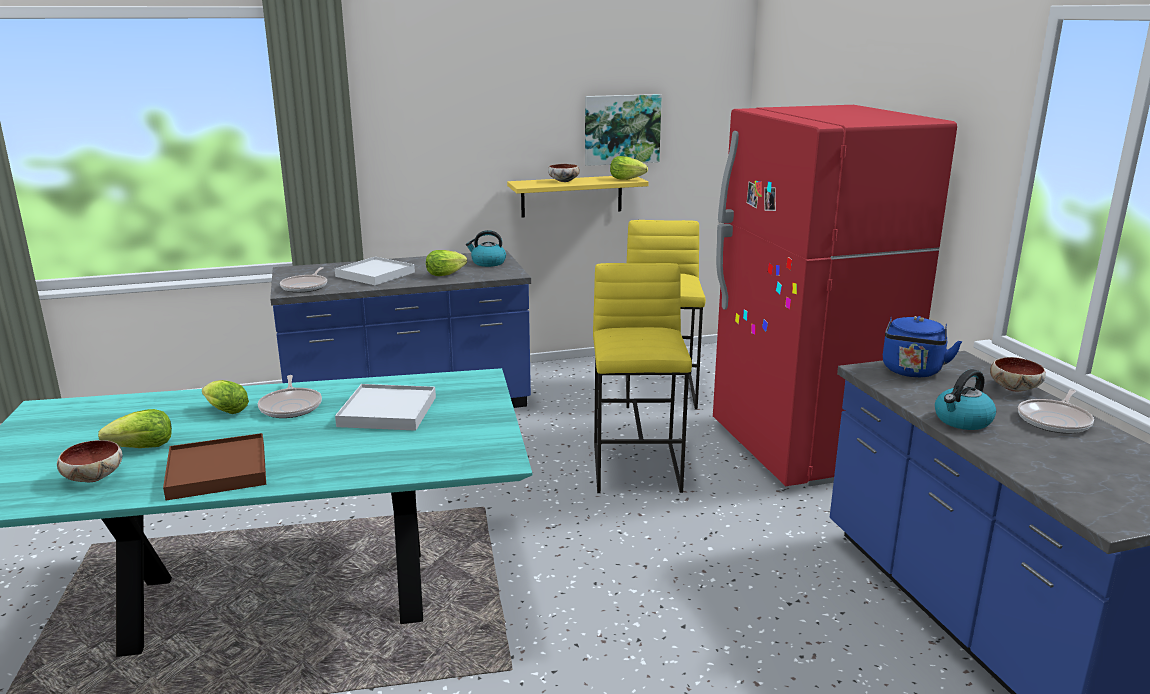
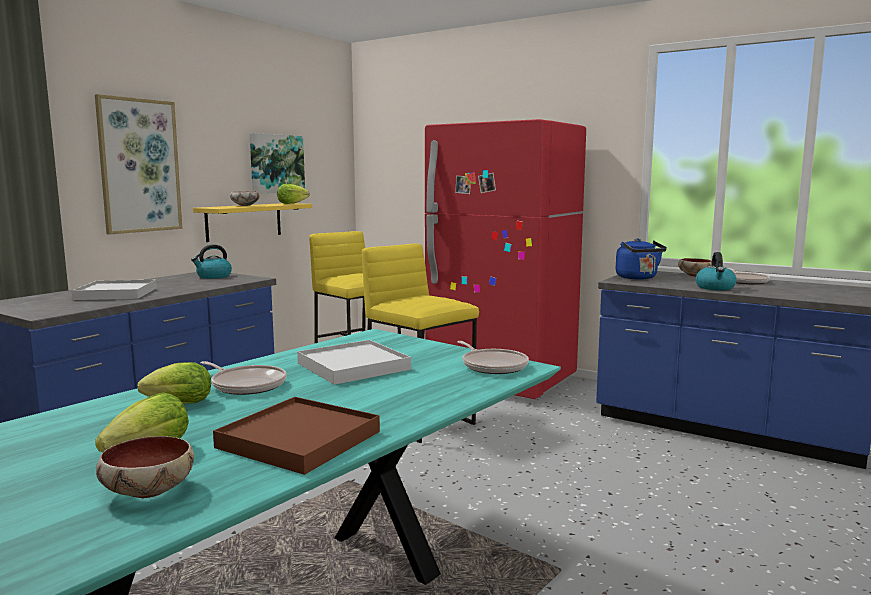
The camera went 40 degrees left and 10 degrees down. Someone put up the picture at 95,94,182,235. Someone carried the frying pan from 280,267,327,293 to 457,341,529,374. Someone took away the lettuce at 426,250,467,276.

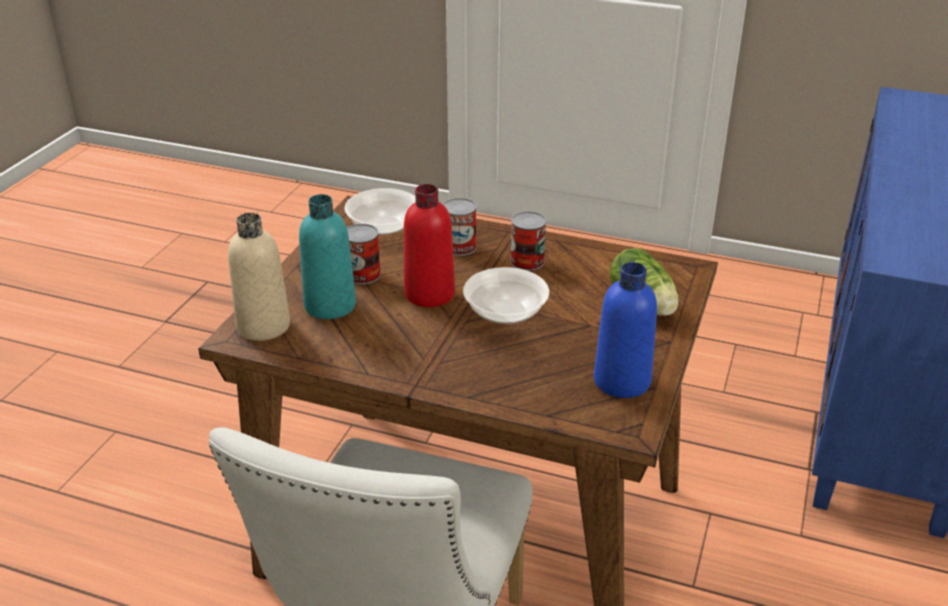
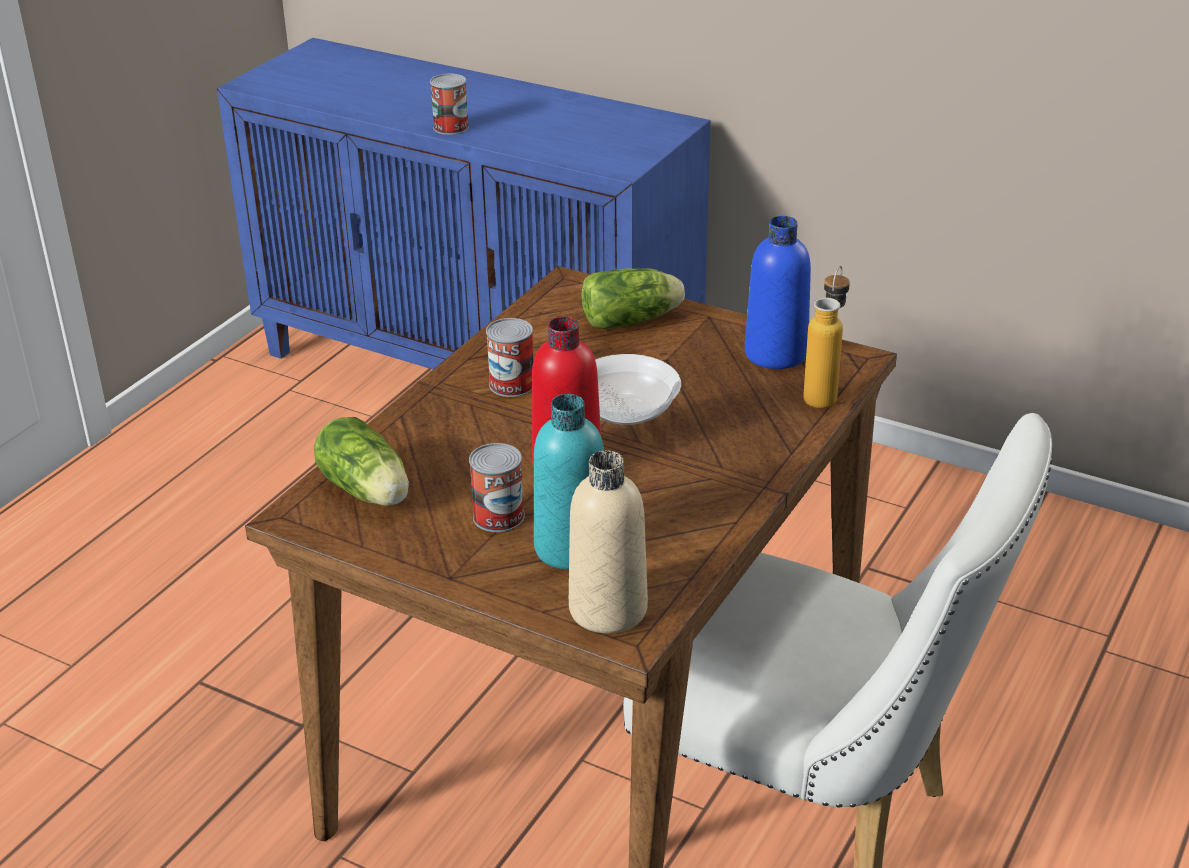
The camera went 80 degrees left and 0 degrees up. Someone swapped the bowl at 345,188,416,235 for the lettuce at 314,417,409,506. Someone carried the can from 443,198,477,256 to 430,73,469,135. Someone put down the bottle at 803,265,850,408.

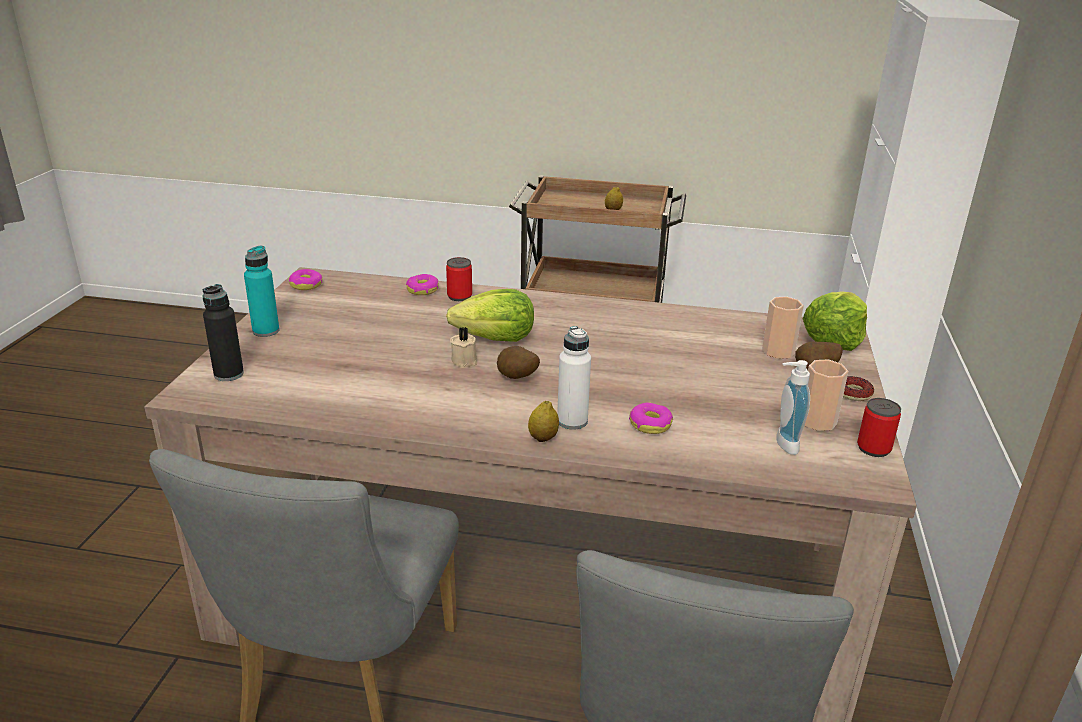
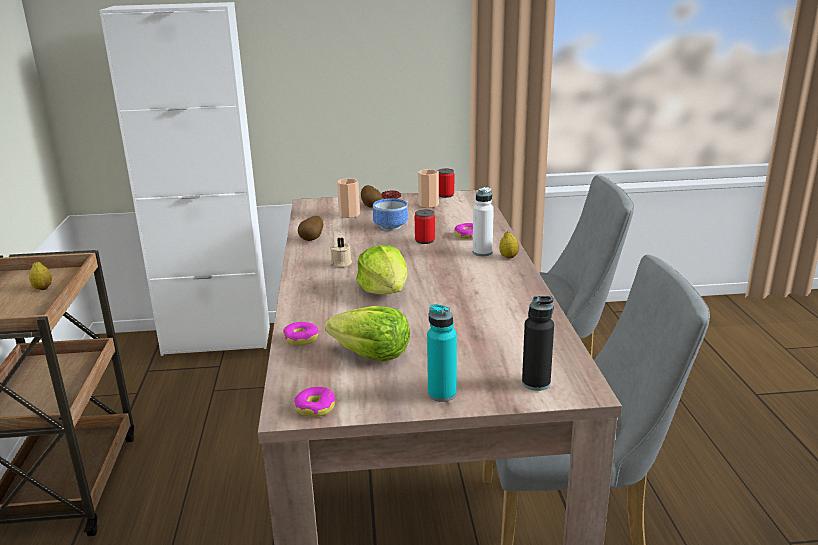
The camera went 105 degrees left and 5 degrees down. Someone carried the potato from 497,346,540,379 to 298,216,323,241. Someone carried the lettuce from 803,291,867,351 to 325,306,410,362. Someone carried the candle (beige) from 450,327,477,368 to 330,237,352,267. Someone put down the bowl at 373,199,408,231. Someone carried the can from 446,257,472,301 to 415,209,435,244. Someone took away the soap dispenser at 776,360,810,455.

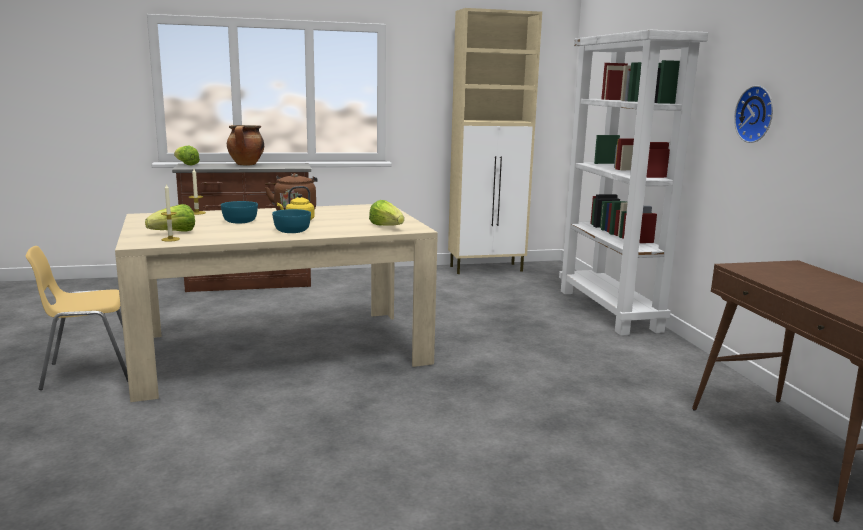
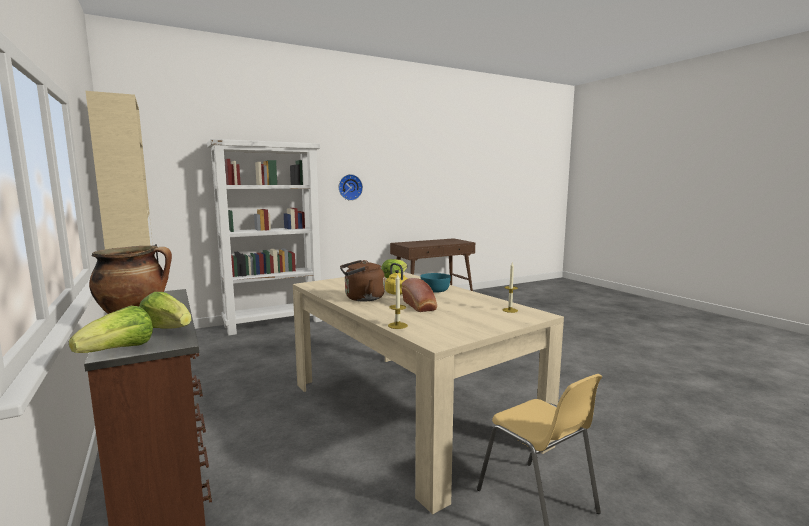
The camera went 105 degrees left and 5 degrees down. Someone carried the lettuce from 145,204,195,232 to 139,292,192,329. Someone swapped the bowl (turquoise) at 221,201,258,224 for the bread at 402,278,437,312.

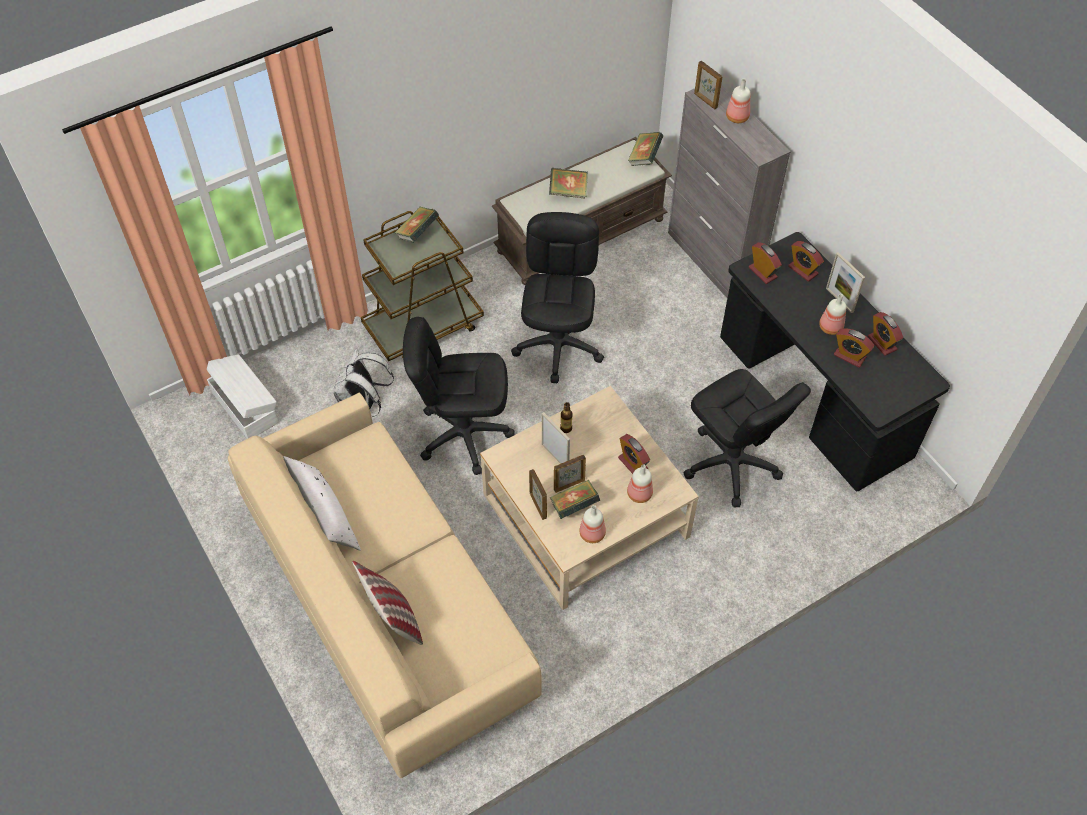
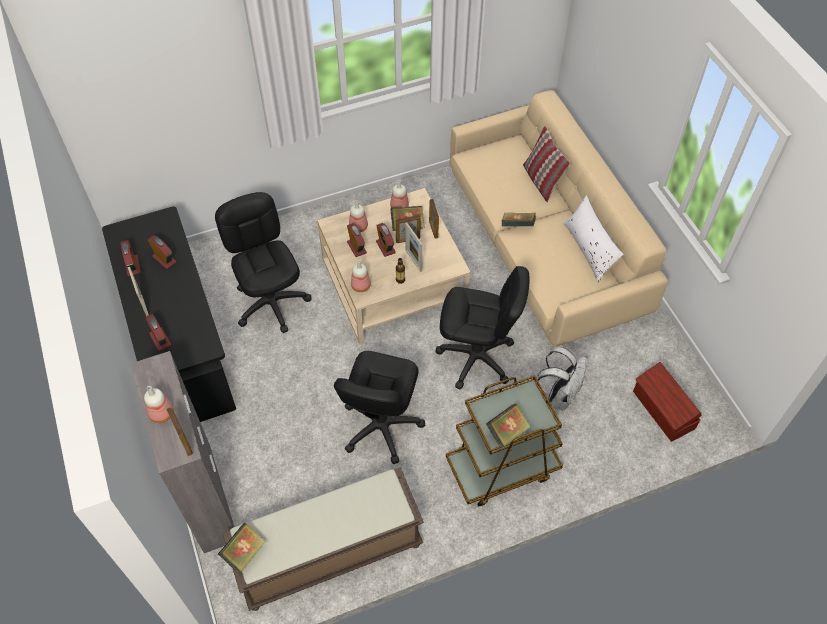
The camera went 170 degrees left and 0 degrees up. Someone carried the bottle from 819,294,846,335 to 351,260,371,292. Someone carried the alarm clock from 749,242,782,284 to 376,223,396,257. Someone carried the book from 549,168,588,199 to 502,213,536,226. Someone repainted the storage box (white) at 207,354,278,439, which became the storage box (brown) at 633,362,702,442.

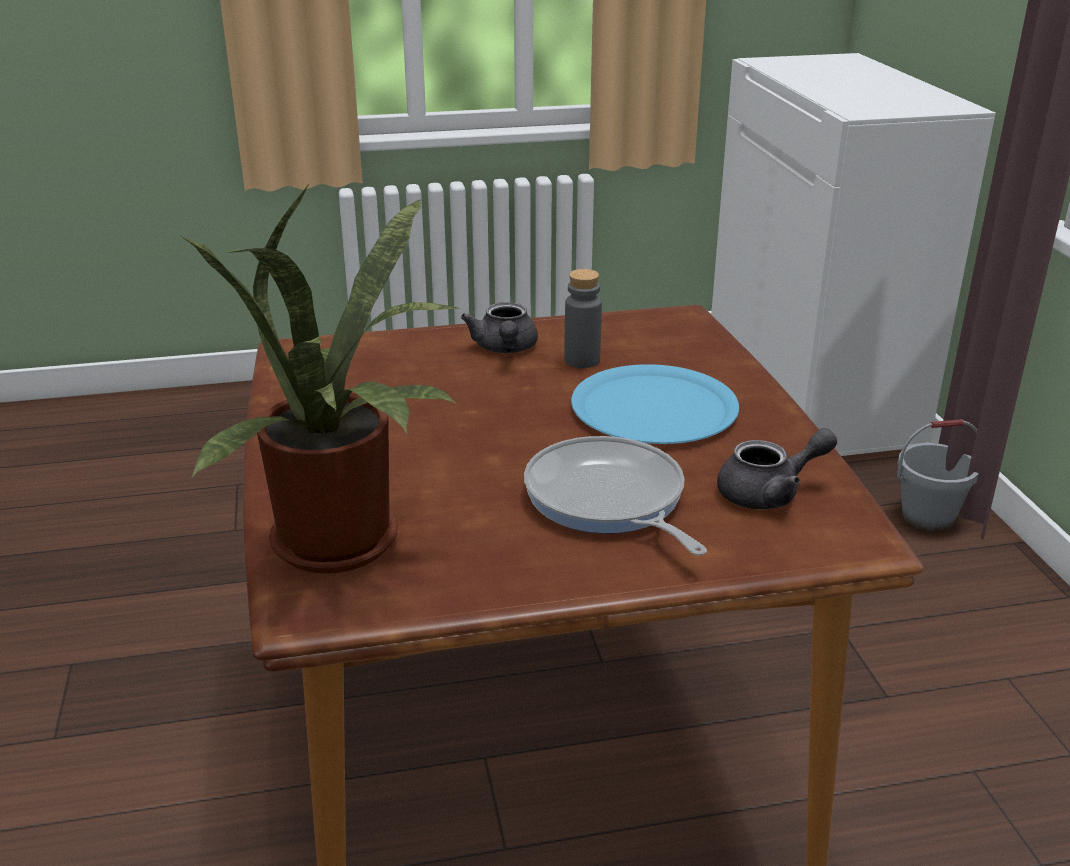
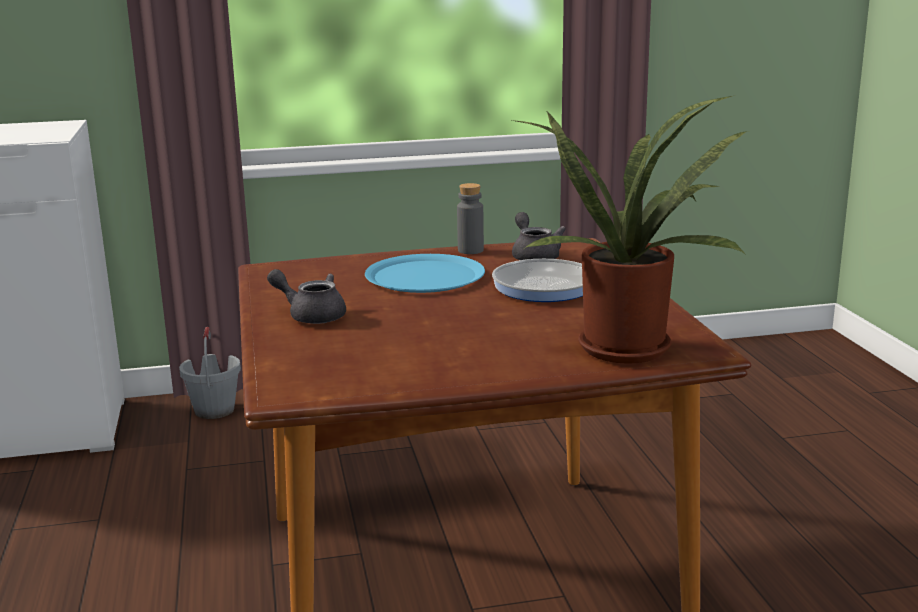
The camera went 90 degrees left and 10 degrees down. Someone rotated the teapot (grey) at 461,302,538,353 by 150 degrees counterclockwise. Someone carried the bottle (grey) from 564,269,602,368 to 457,183,484,254.

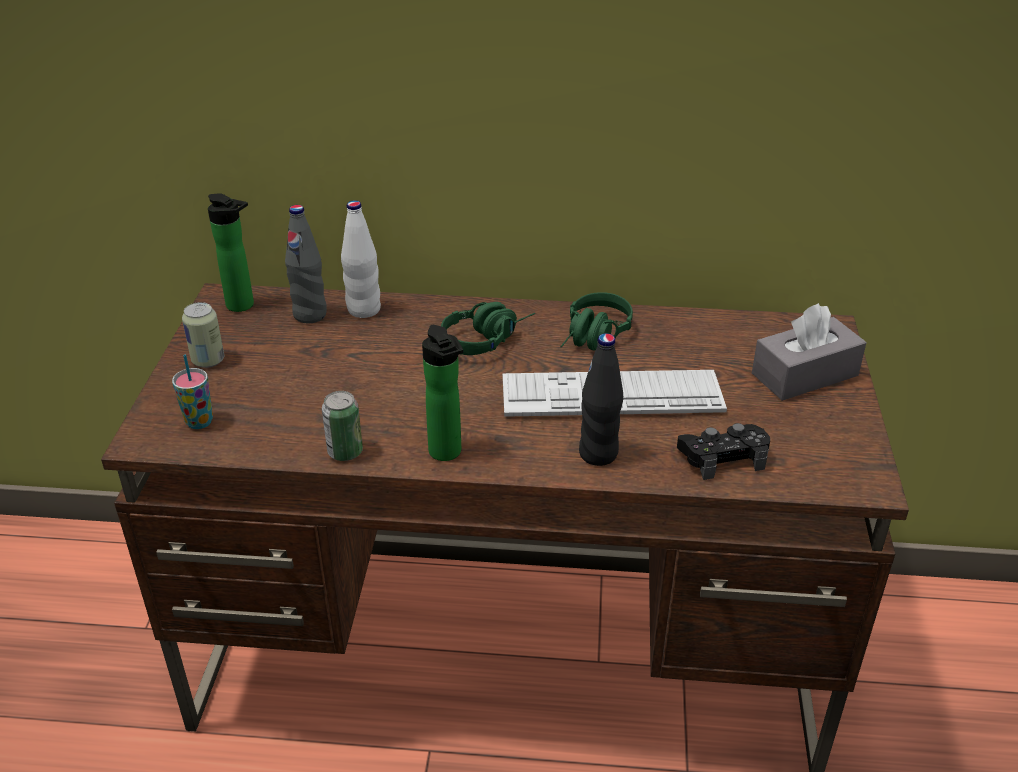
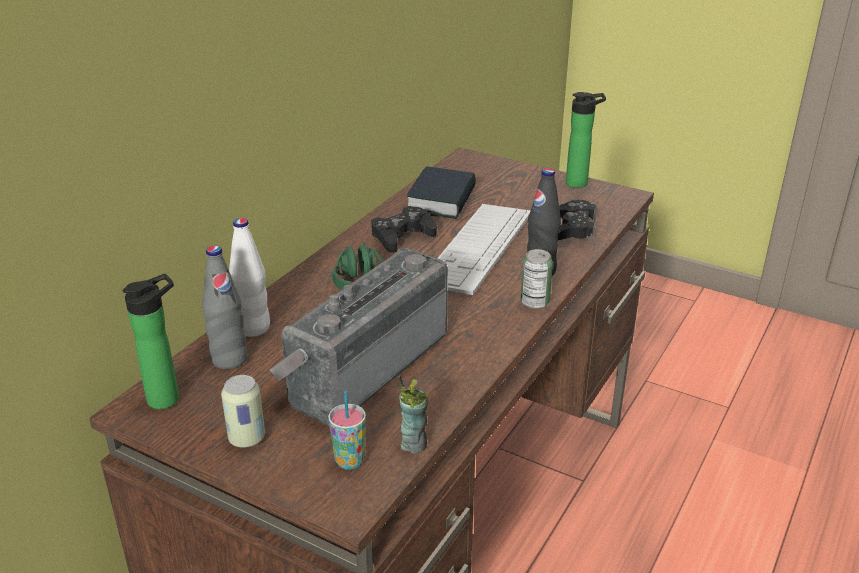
The camera went 65 degrees left and 5 degrees down. Someone put down the radio at 270,248,448,426. Someone swapped the headphones (green) at 560,292,633,351 for the game controller (black) at 371,206,437,253. Someone put down the cup at 398,376,428,454. Someone put down the book at 407,166,476,219. Someone carried the can from 322,391,363,461 to 521,249,553,309. Someone carried the bottle from 422,325,463,461 to 566,92,606,188. Someone took away the tissue box (grey) at 752,303,867,401.

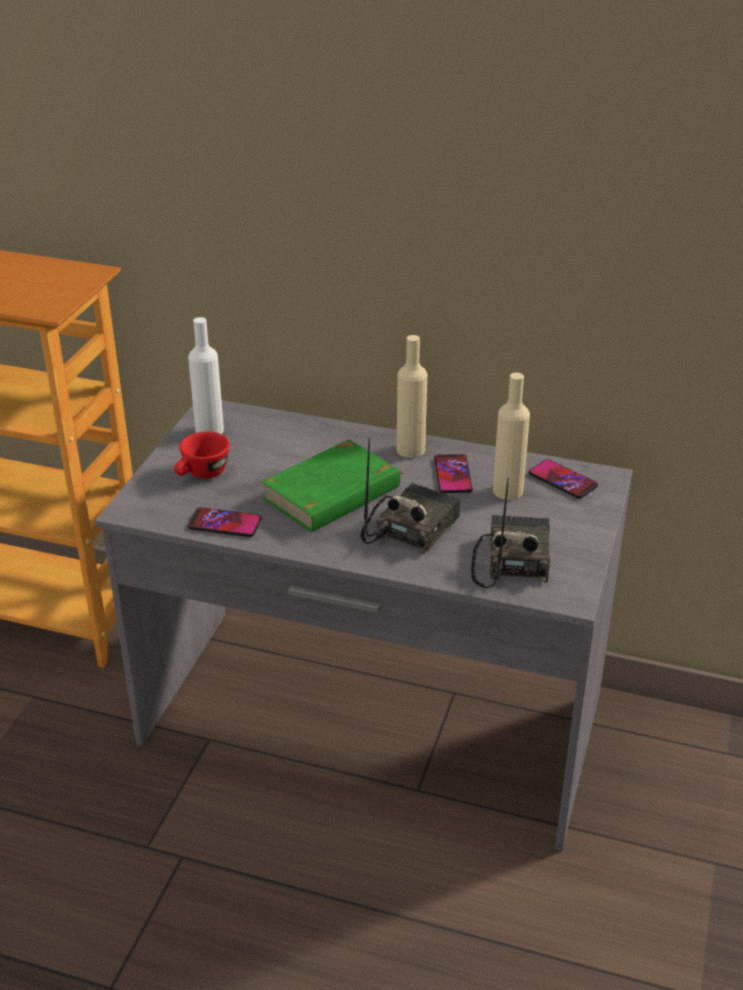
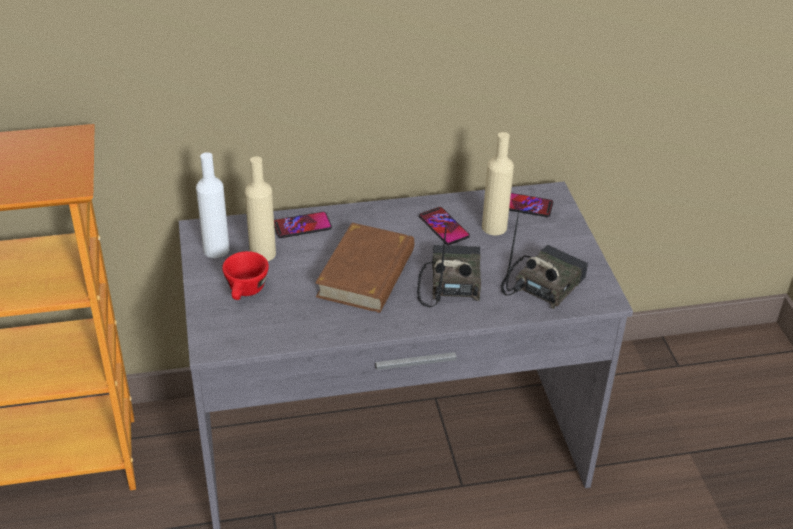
The camera went 30 degrees left and 5 degrees up. Someone carried the bottle (beige) from 396,335,427,458 to 245,156,276,261. Someone carried the phone from 188,507,262,537 to 274,212,332,238. Someone repainted the book (green) at 262,439,403,532, which became the book (brown) at 315,223,414,313. Someone rotated the radio at 471,478,550,588 by 60 degrees clockwise.

